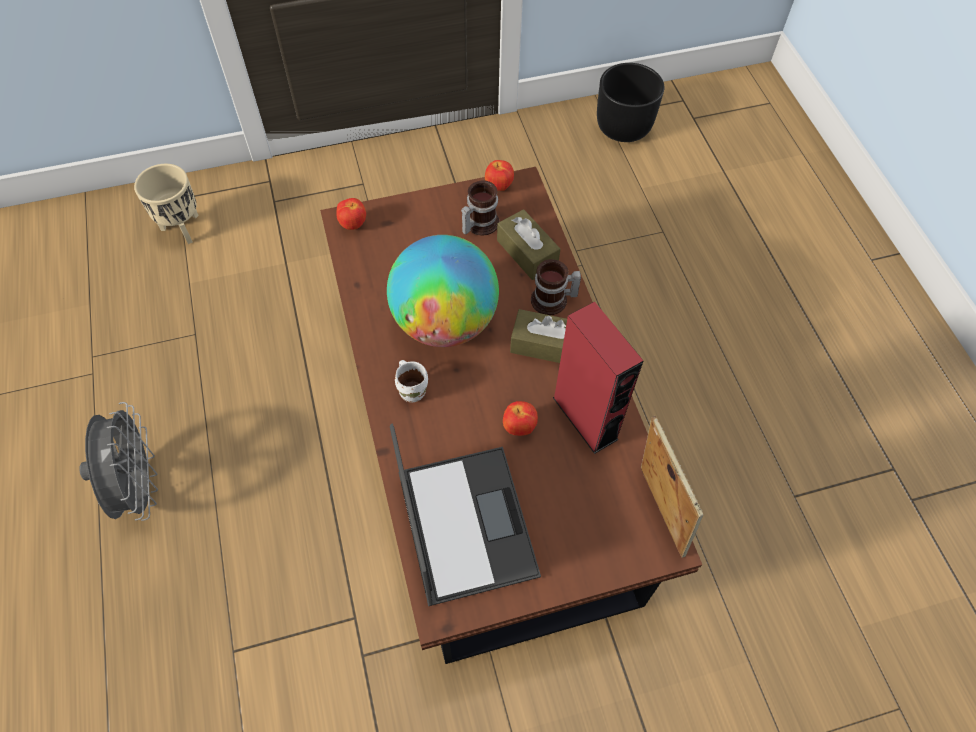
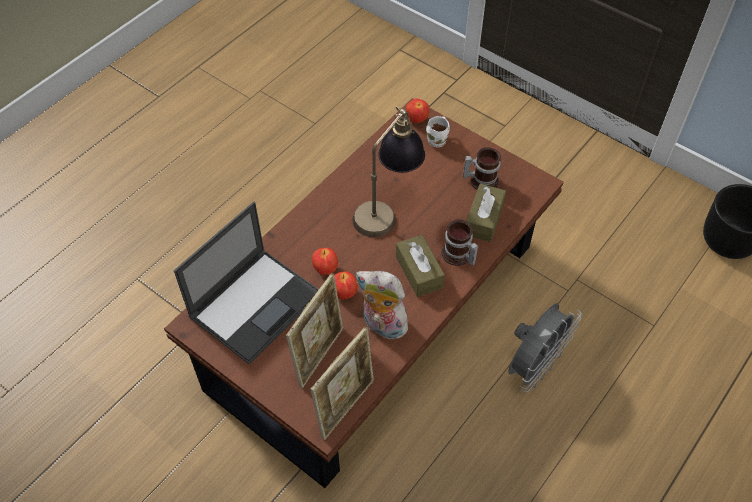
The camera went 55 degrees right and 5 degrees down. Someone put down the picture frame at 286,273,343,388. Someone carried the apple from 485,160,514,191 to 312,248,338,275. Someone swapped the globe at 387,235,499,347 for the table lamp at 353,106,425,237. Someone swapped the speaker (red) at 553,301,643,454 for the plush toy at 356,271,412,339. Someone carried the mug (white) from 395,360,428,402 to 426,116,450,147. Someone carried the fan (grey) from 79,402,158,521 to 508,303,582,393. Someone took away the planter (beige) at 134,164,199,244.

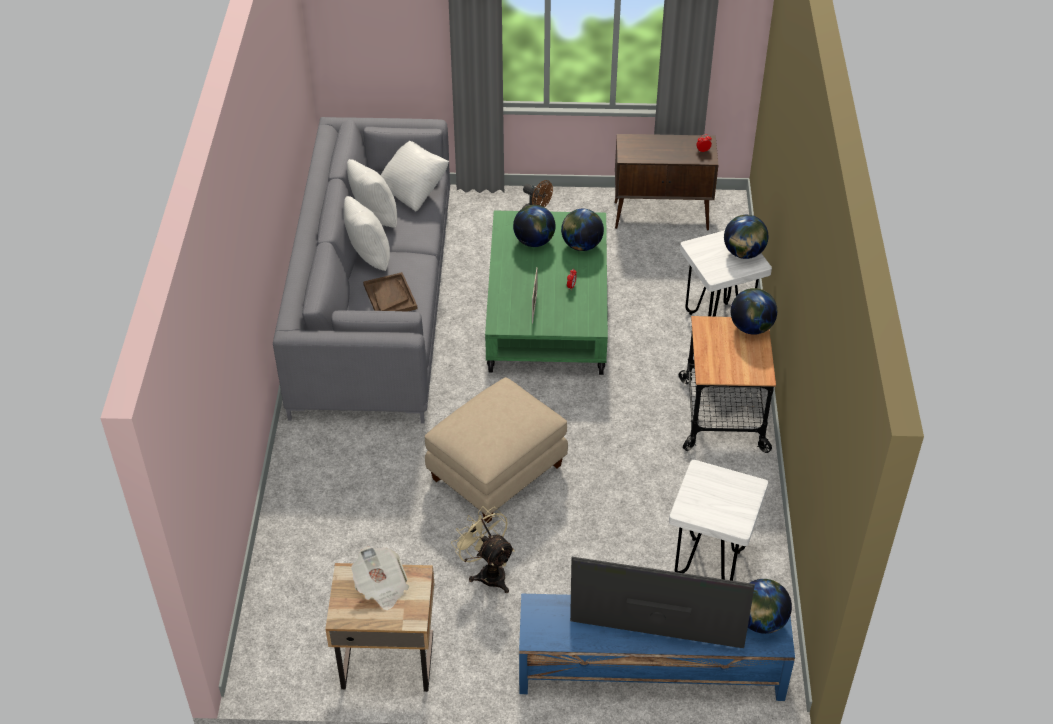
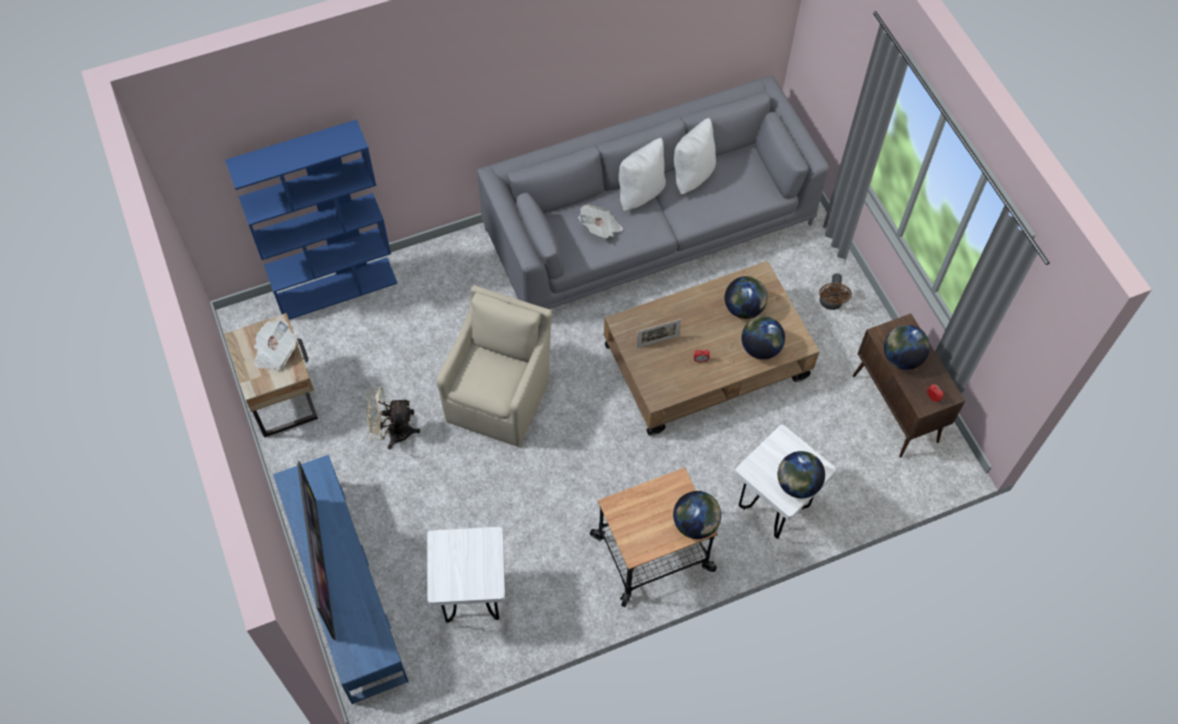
The camera went 65 degrees right and 15 degrees up. Someone put down the bookcase (blue) at 225,119,398,320. Someone rotated the fan (beige) at 451,507,515,593 by 120 degrees counterclockwise. Someone swapped the ottoman (beige) at 425,377,568,523 for the armchair (beige) at 436,285,552,447. Someone swapped the tray (brown) at 363,272,418,312 for the newspaper at 578,204,623,239. Someone repainted the coffee table (green) at 485,211,608,375, which became the coffee table (brown) at 604,261,820,436. Someone carried the globe from 748,579,792,634 to 884,325,930,370. Someone took away the pillow (white) at 381,141,449,212.

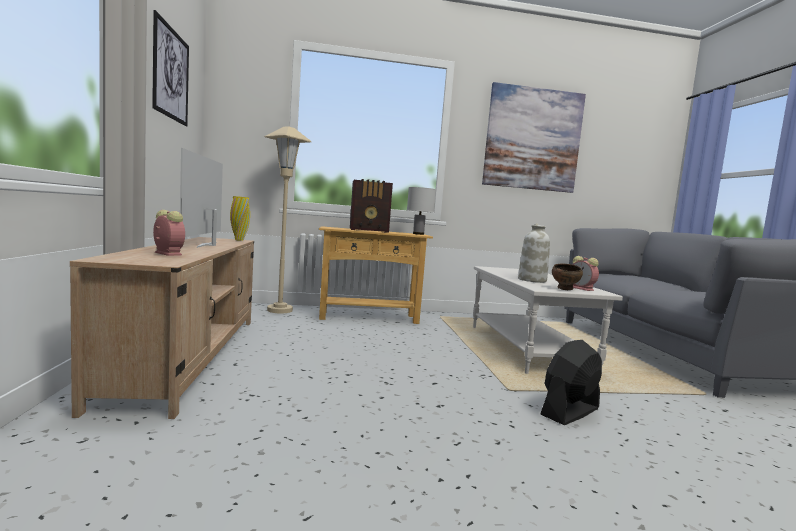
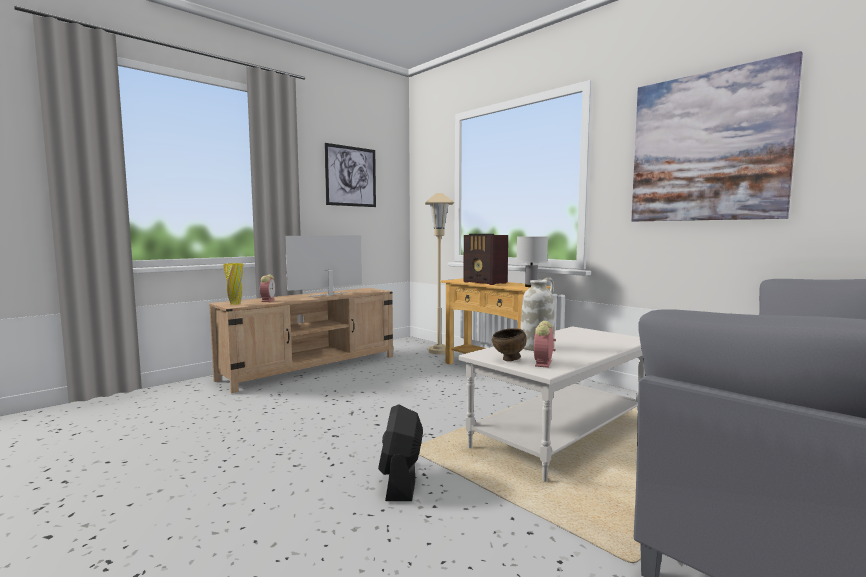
The camera went 55 degrees right and 0 degrees up. Someone carried the vase (yellow) from 230,196,250,241 to 223,263,244,305. Someone rotated the fan (black) at 540,340,602,425 by 105 degrees counterclockwise.

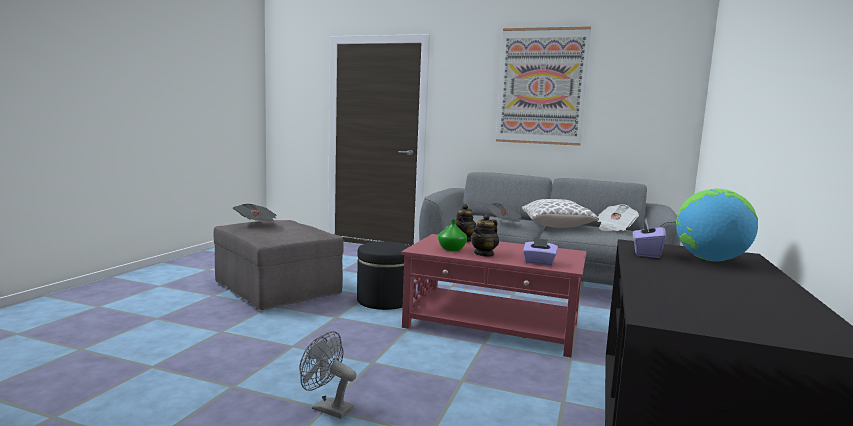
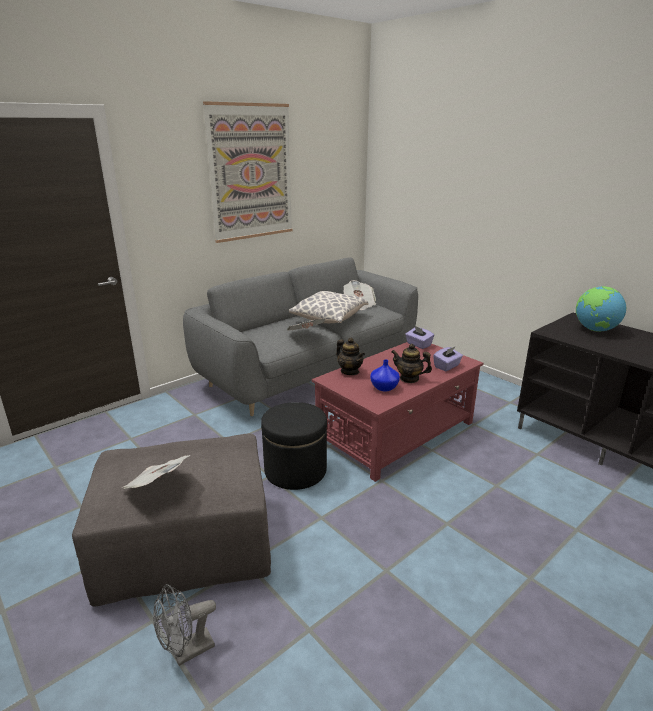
The camera went 60 degrees left and 15 degrees up. Someone carried the fan (grey) from 299,331,357,419 to 153,584,216,666. Someone repainted the vase (green) at 438,219,467,251, which became the vase (blue) at 370,359,400,391. Someone rotated the teapot at 471,214,499,257 by 135 degrees clockwise. Someone carried the tissue box (purple) from 633,219,666,258 to 405,325,434,349.

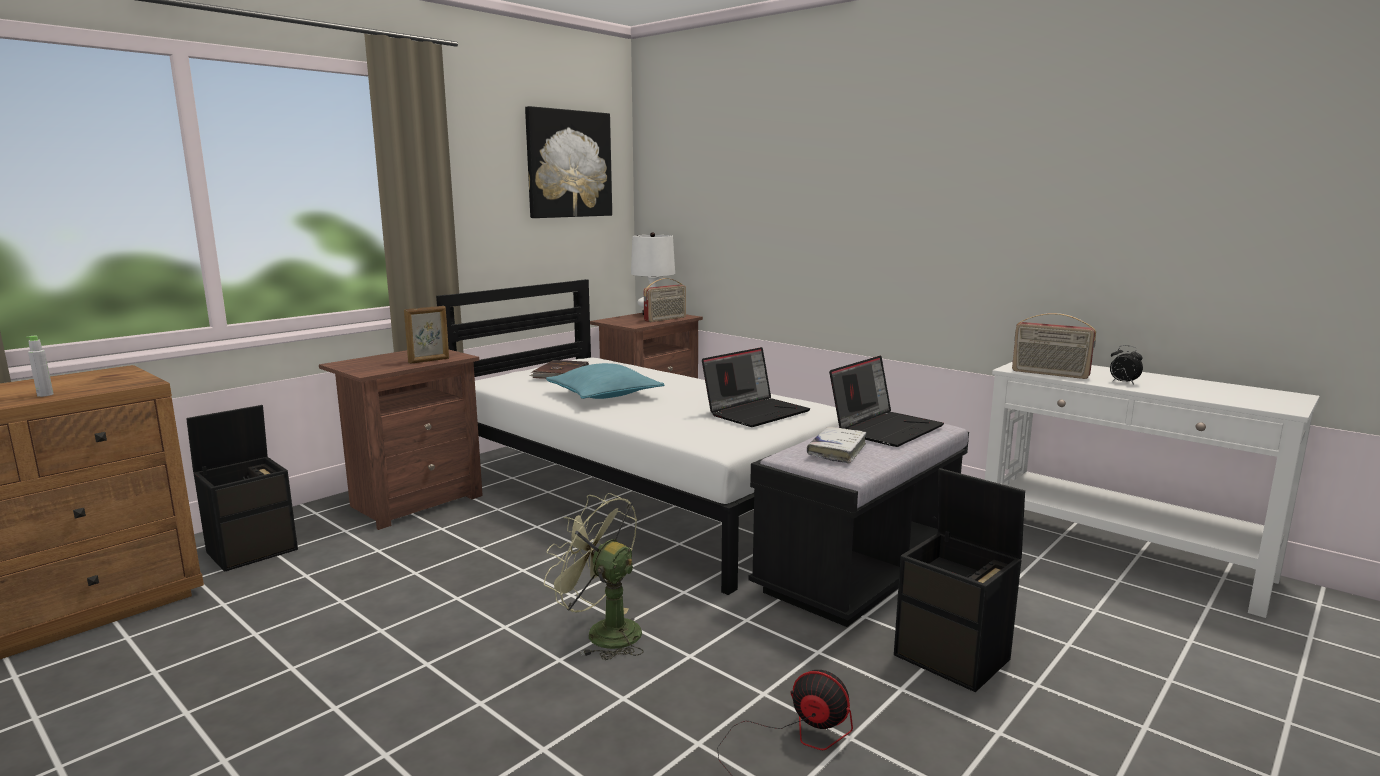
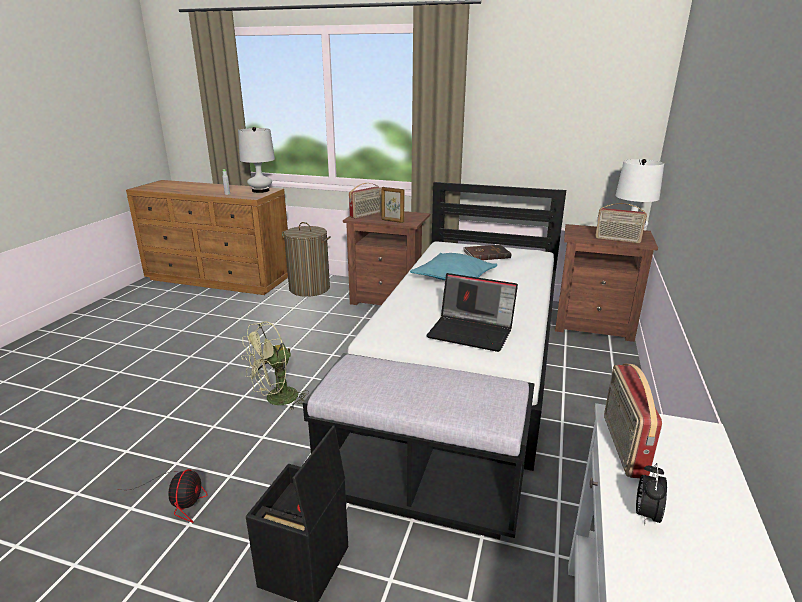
The camera went 65 degrees right and 10 degrees up. Someone put down the table lamp (white) at 238,127,275,193. Someone rotated the fan (green) at 544,493,644,660 by 135 degrees counterclockwise. Someone swapped the storage box (black) at 186,405,298,572 for the laundry basket at 282,222,331,297. Someone put down the radio at 349,183,382,218. Someone took away the picture at 525,106,612,218. Someone took away the book (white) at 807,427,866,463. Someone took away the laptop at 829,355,944,447.

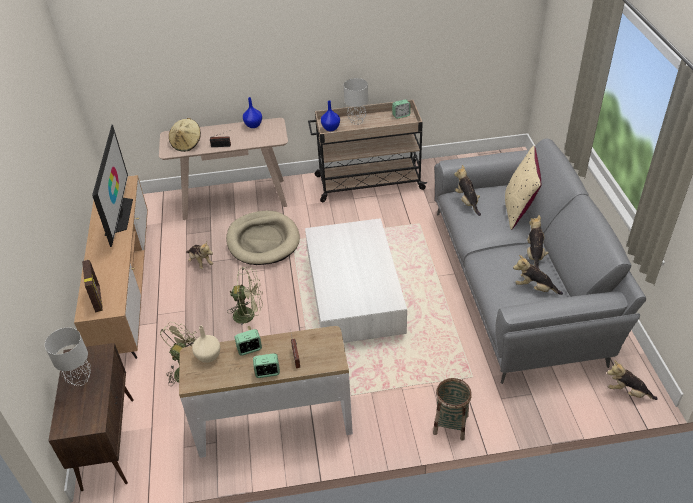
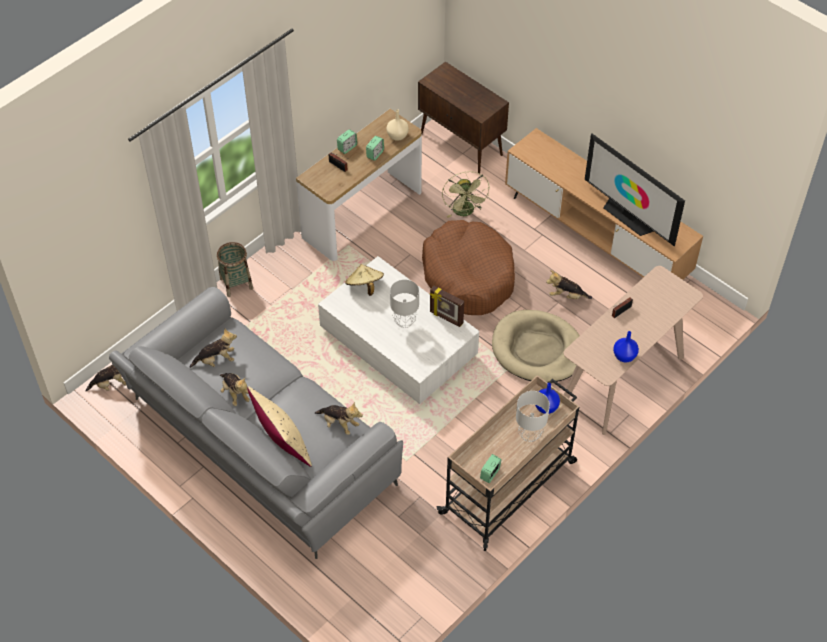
The camera went 140 degrees right and 10 degrees up. Someone carried the hat (beige) from 169,118,201,152 to 345,264,384,296. Someone carried the table lamp (grey) from 45,327,91,386 to 390,280,419,328. Someone swapped the fan (green) at 229,267,263,330 for the dog bed (brown) at 422,220,515,315. Someone carried the picture frame from 82,260,103,312 to 430,286,464,327.

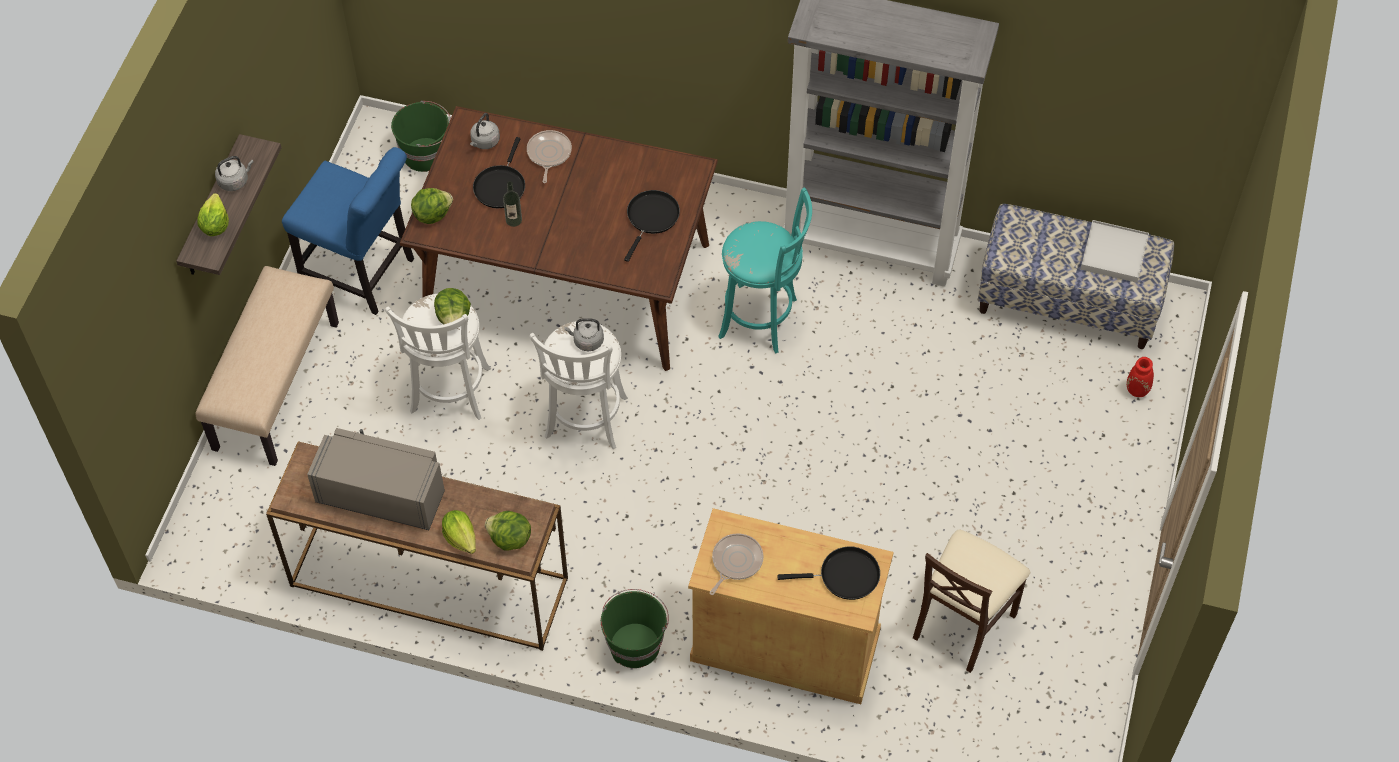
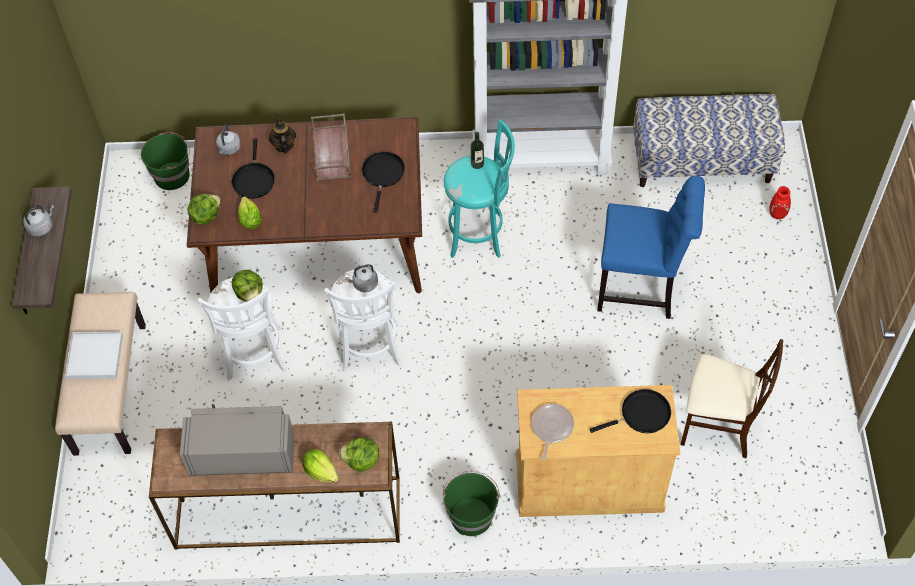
The camera went 15 degrees left and 0 degrees up. Someone carried the tray (white) from 1080,220,1149,283 to 65,332,123,379. Someone carried the lettuce from 198,193,229,236 to 238,197,262,229. Someone swapped the frying pan at 527,130,572,183 for the teapot at 269,114,296,154. Someone put down the tray (brown) at 311,113,351,181. Someone carried the bottle from 503,182,522,227 to 471,132,484,169. Someone carried the chair (blue) from 282,147,414,315 to 597,176,705,319. Someone rotated the chair (beige) at 913,530,1030,673 by 90 degrees counterclockwise.

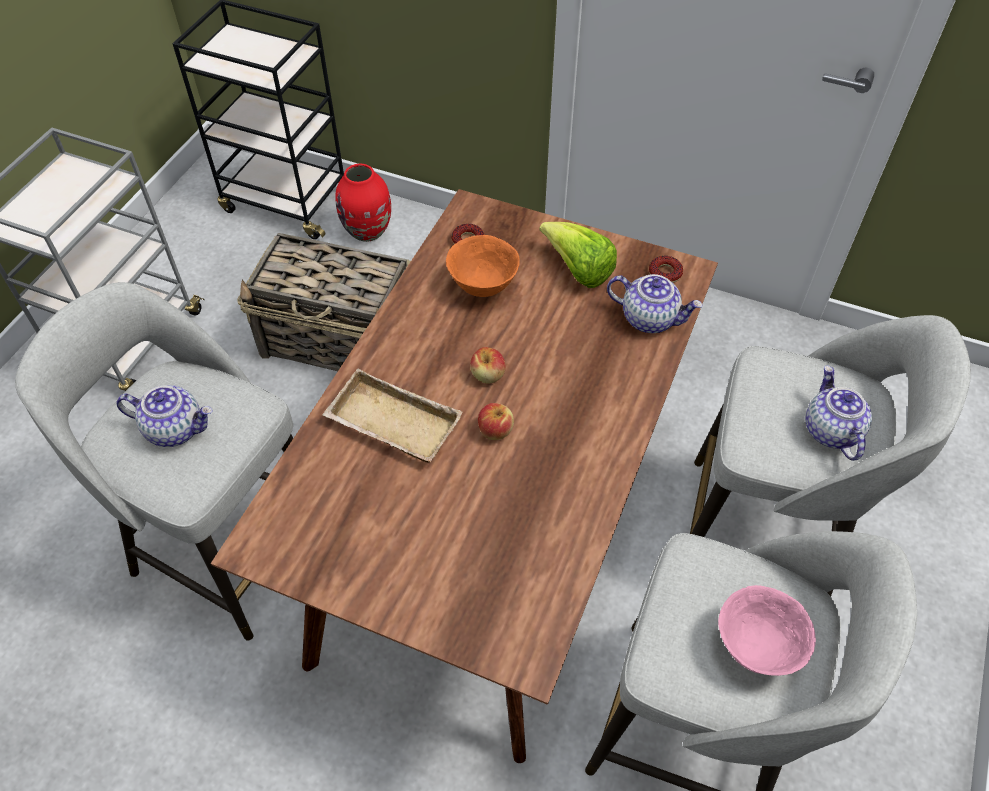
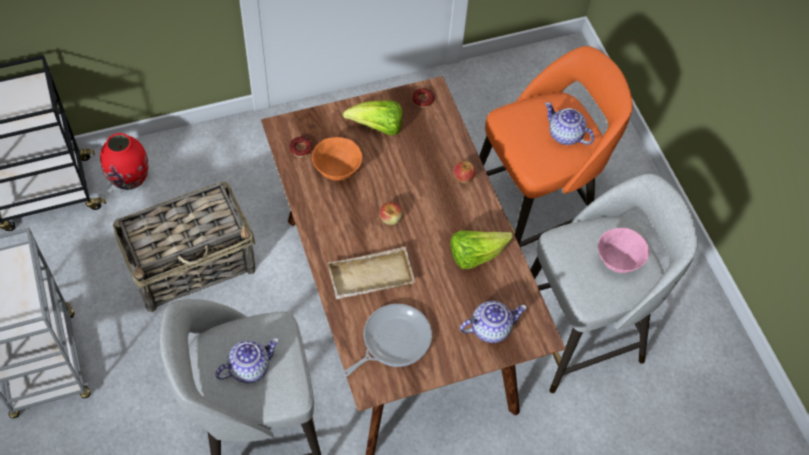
The camera went 45 degrees left and 5 degrees up. Someone put down the frying pan at 343,304,432,376. Someone put down the lettuce at 450,230,513,269. Someone carried the apple from 478,403,514,440 to 453,161,476,183. Someone carried the teapot from 607,274,703,333 to 460,301,527,343. Someone repainted the stool (grey) at 690,315,971,596, which became the stool (orange) at 479,46,633,247.

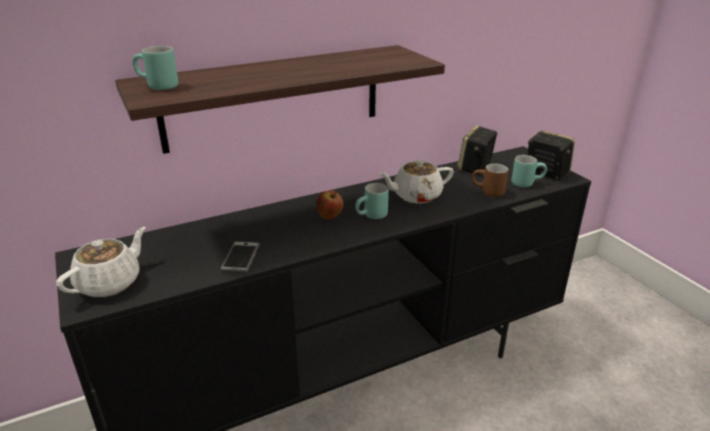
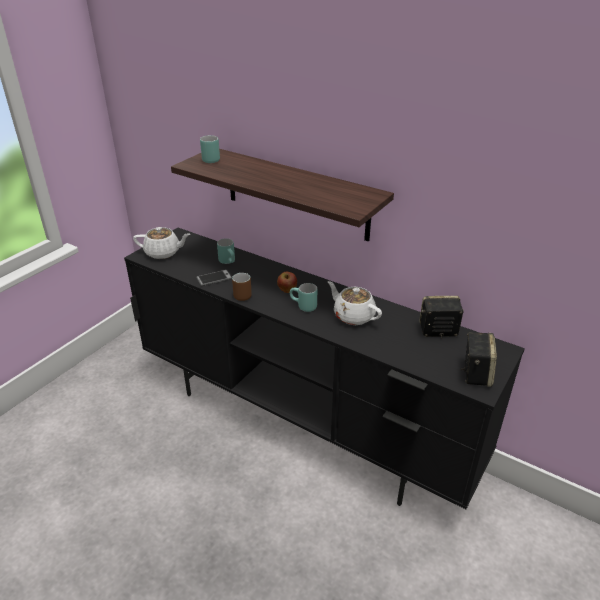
The camera went 60 degrees right and 5 degrees up. Someone carried the mug (turquoise) from 512,155,547,187 to 217,238,235,264. Someone carried the mug (brown) from 472,163,508,197 to 232,273,252,301.

